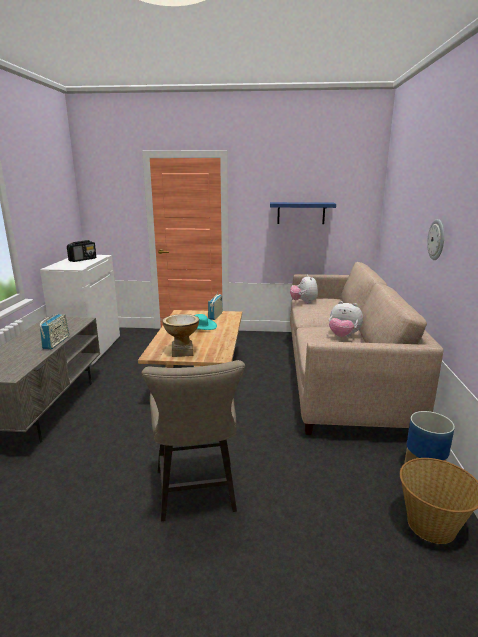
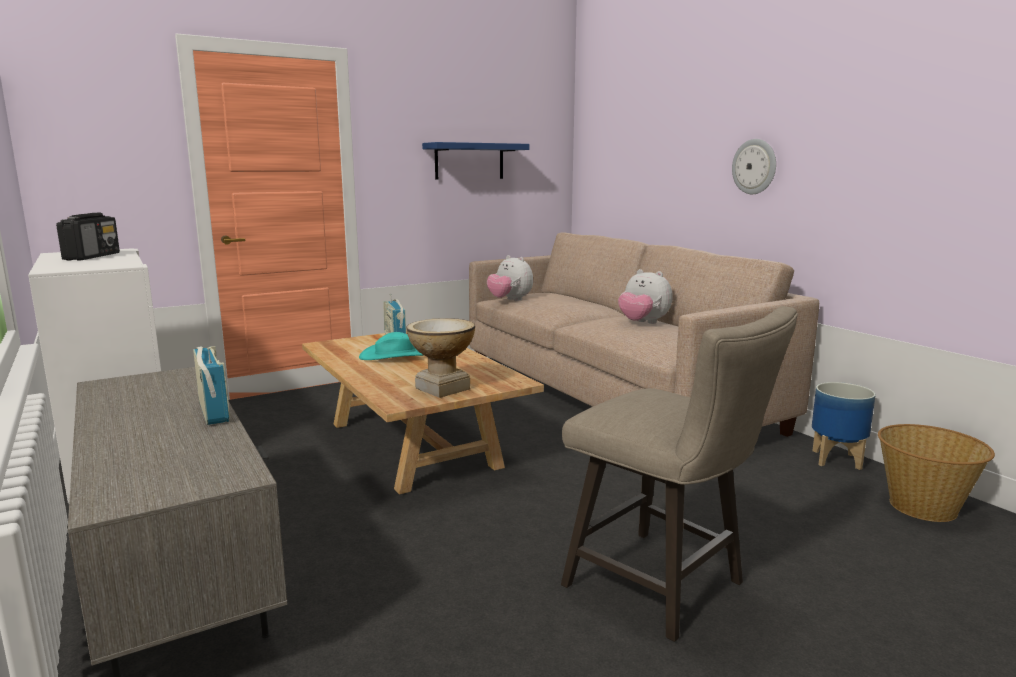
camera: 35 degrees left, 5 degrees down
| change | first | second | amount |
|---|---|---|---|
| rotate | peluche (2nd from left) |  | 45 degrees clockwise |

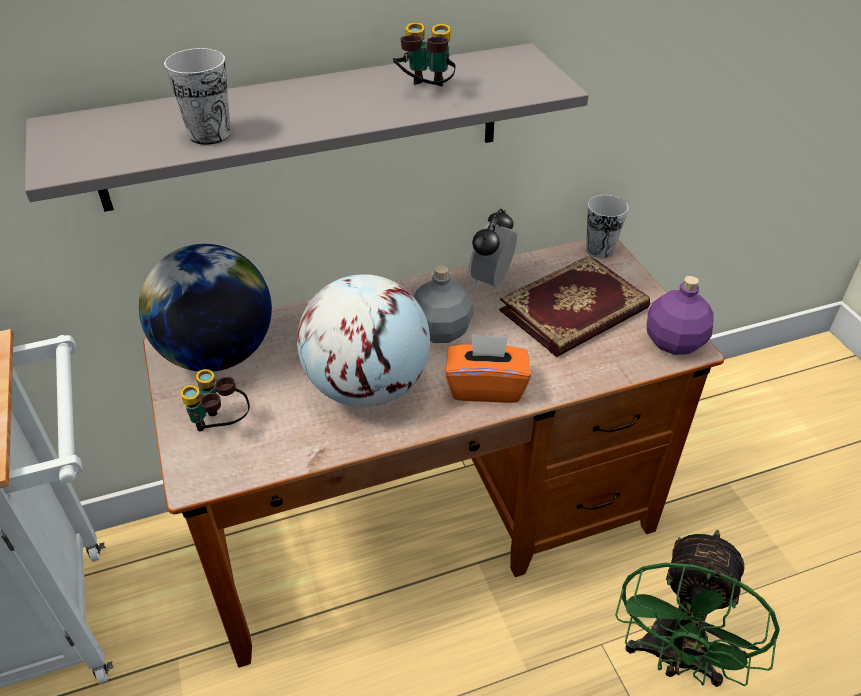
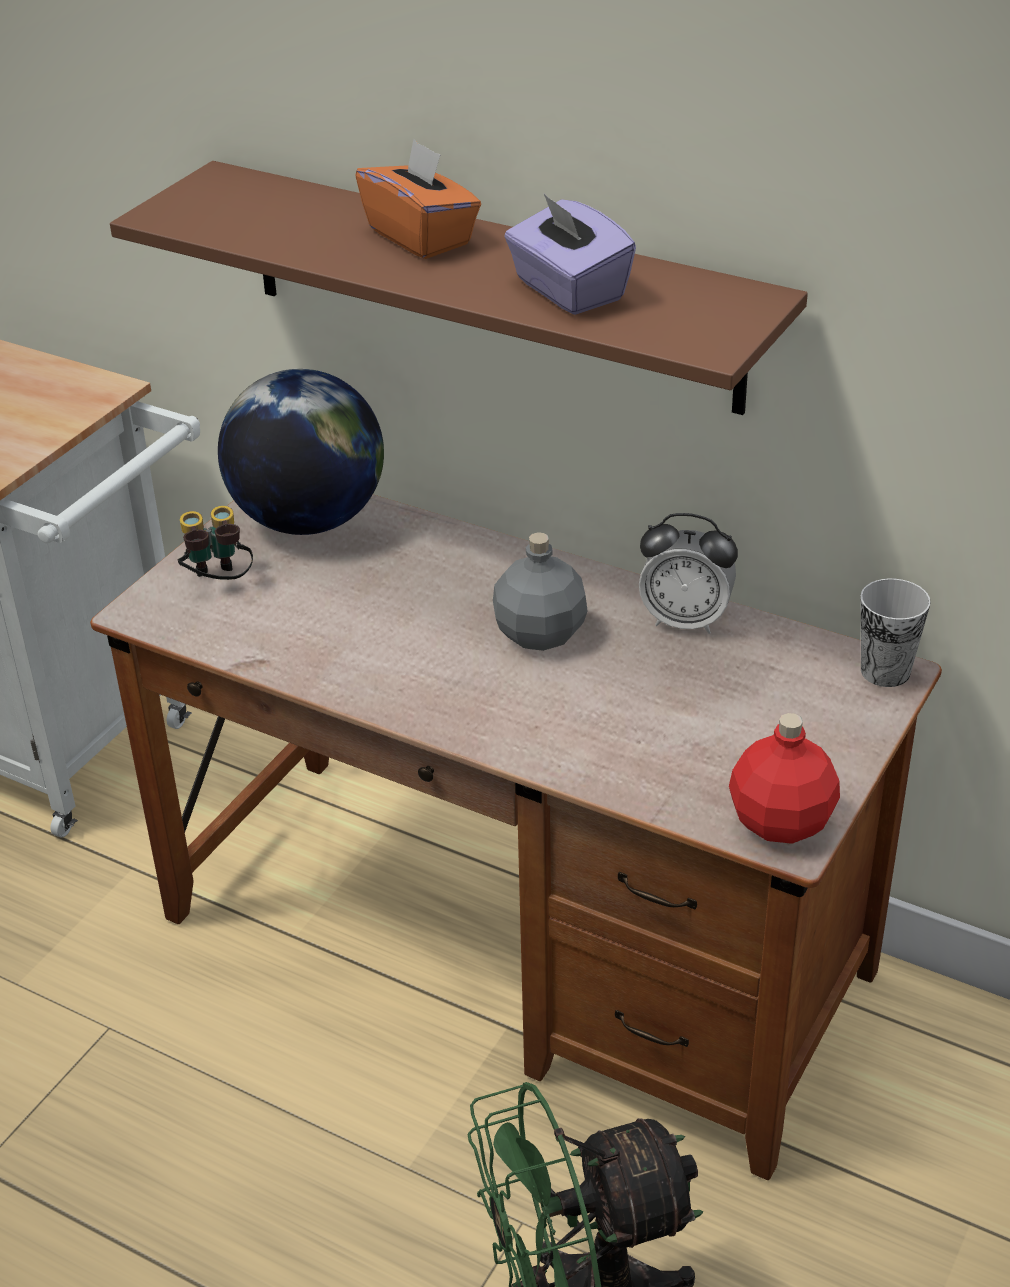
camera: 50 degrees right, 5 degrees down
| change | first | second | amount |
|---|---|---|---|
| replace | jumelles (2nd from left) | boîte à mouchoirs/violet |  |
| recolor | étagère/gris | étagère/marron |  |
| delete | tasse (1st from left) |  |  |
| rotate | réveil |  | 150 degrees counterclockwise |
| delete | livre |  |  |
| delete | globe (2nd from left) |  |  |
| recolor | bouteille/violet | bouteille/rouge |  |
| move | boîte à mouchoirs/orange |  |  |

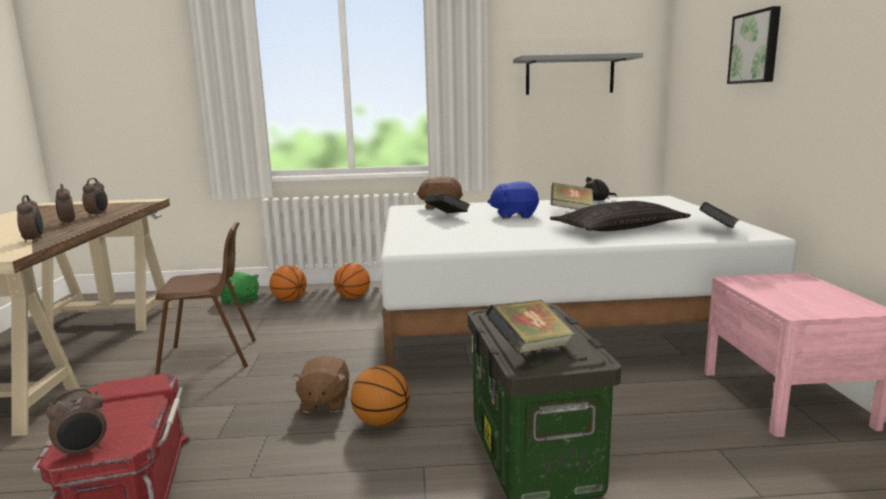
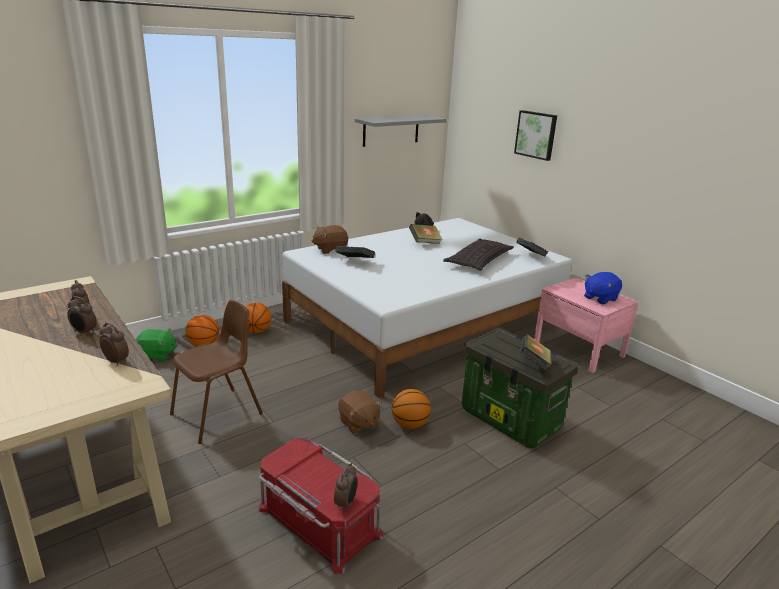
camera: 35 degrees left, 10 degrees up
| change | first | second | amount |
|---|---|---|---|
| move | peluche/bleu |  |  |

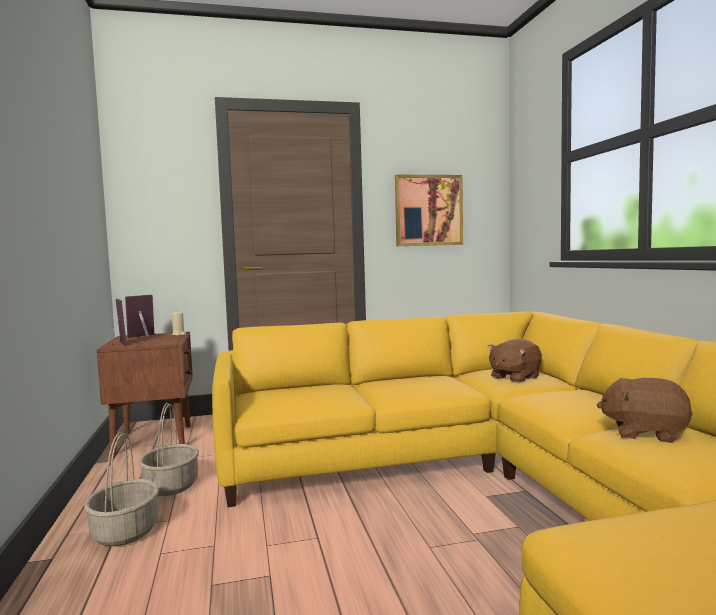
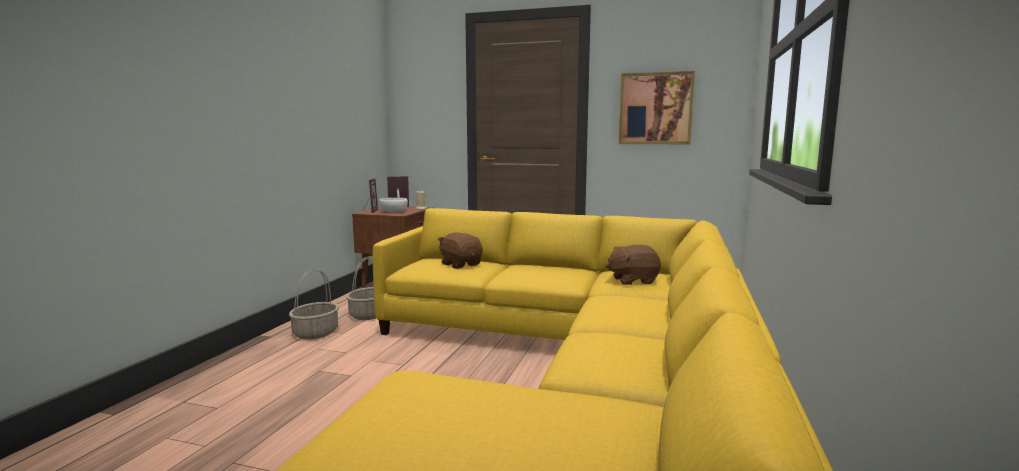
camera: 30 degrees right, 5 degrees up
| change | first | second | amount |
|---|---|---|---|
| move | peluche/marron (2nd from left in the first image) | peluche/marron (1st from left) |  |
| insert |  | bol/blanc |  |

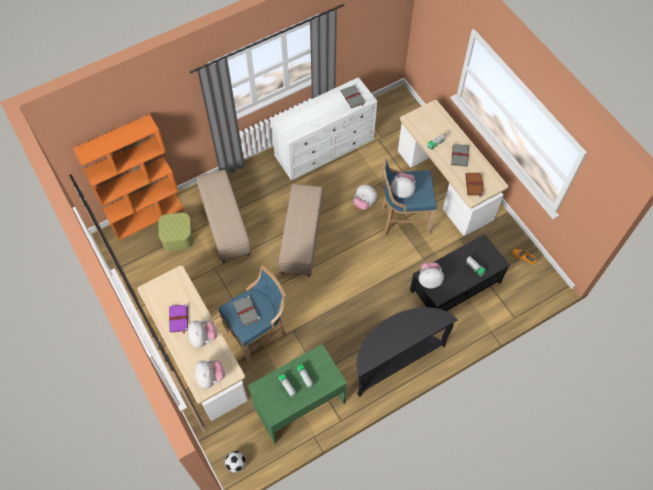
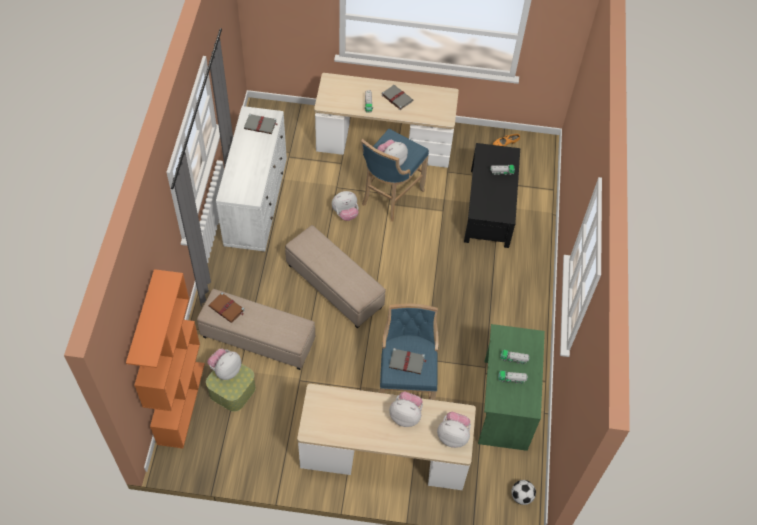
camera: 55 degrees left, 5 degrees down
| change | first | second | amount |
|---|---|---|---|
| move | livre/marron |  |  |
| move | peluche (5th from left in the first image) | peluche (1st from left) |  |
| delete | livre/violet |  |  |
| delete | table console/noir |  |  |

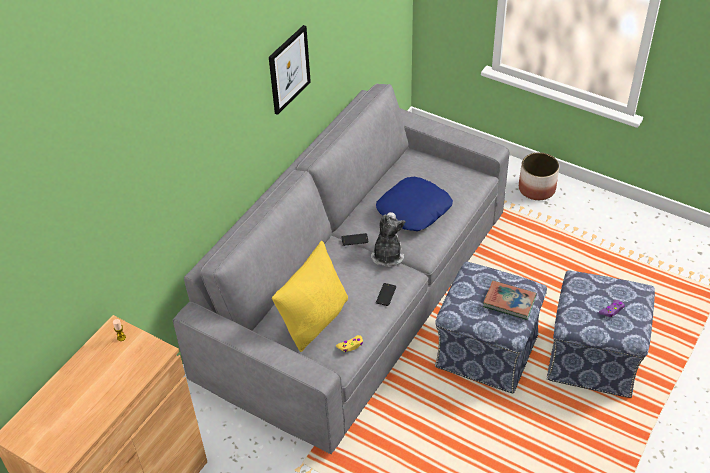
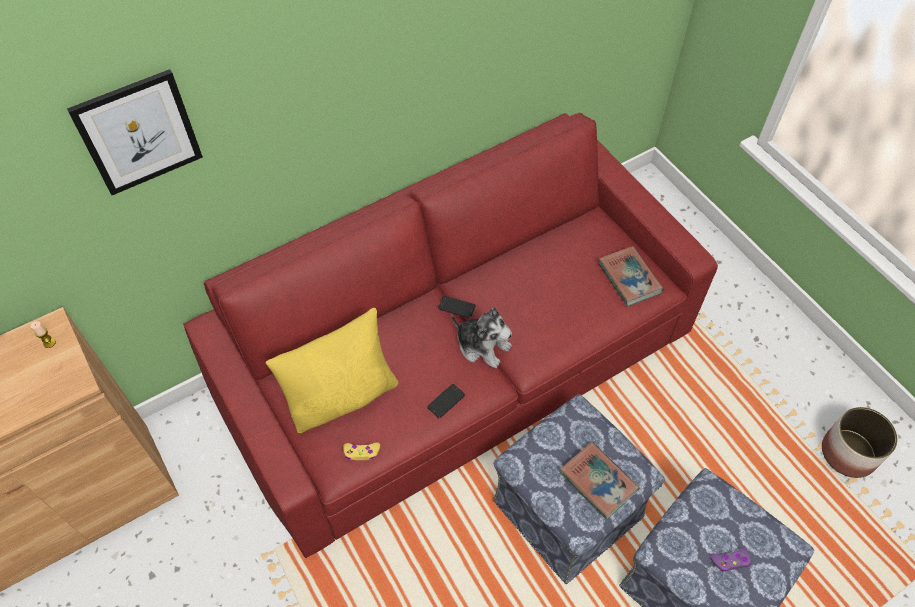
camera: 25 degrees right, 10 degrees up
| change | first | second | amount |
|---|---|---|---|
| move | tableau |  |  |
| recolor | canapé/gris | canapé/rouge |  |
| move | cache-pot |  |  |
| delete | coussin/bleu |  |  |
| rotate | peluche |  | 90 degrees clockwise |
| insert |  | livre (2nd from left) |  |

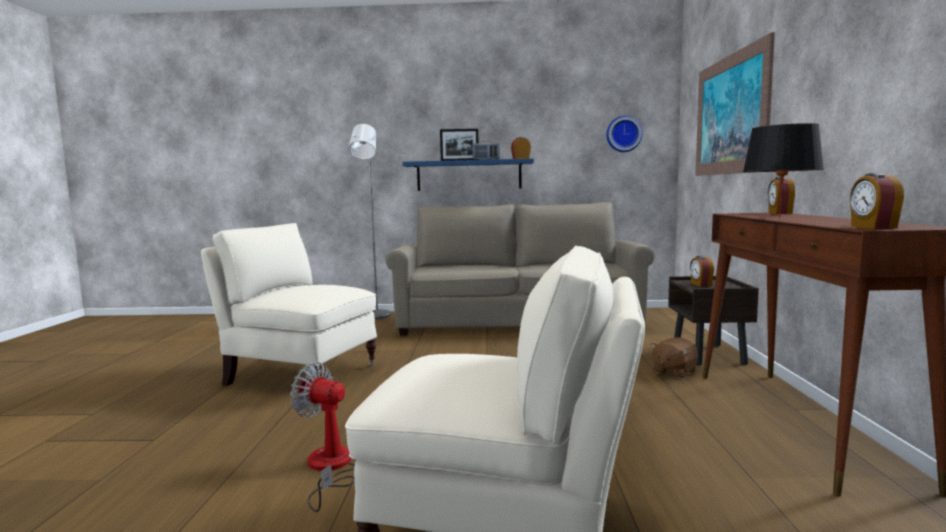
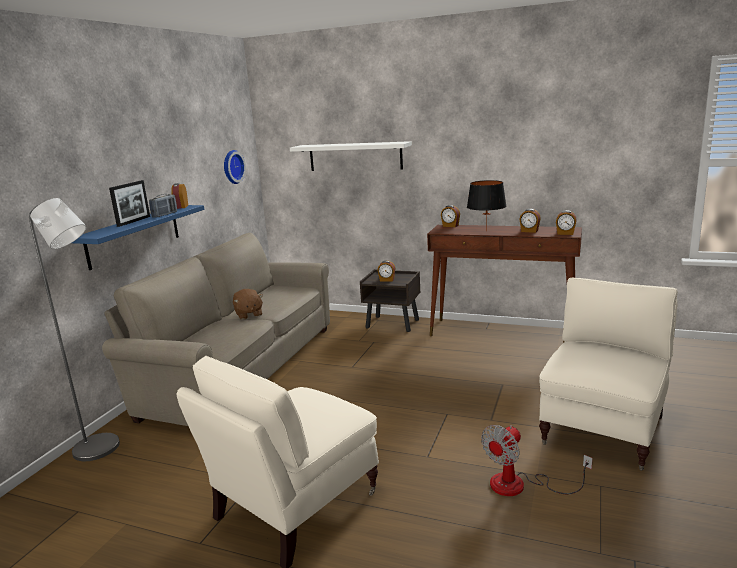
camera: 70 degrees left, 10 degrees up
| change | first | second | amount |
|---|---|---|---|
| replace | tableau | étagère/blanc |  |
| move | peluche/marron |  |  |
| insert |  | réveil (4th from left) |  |

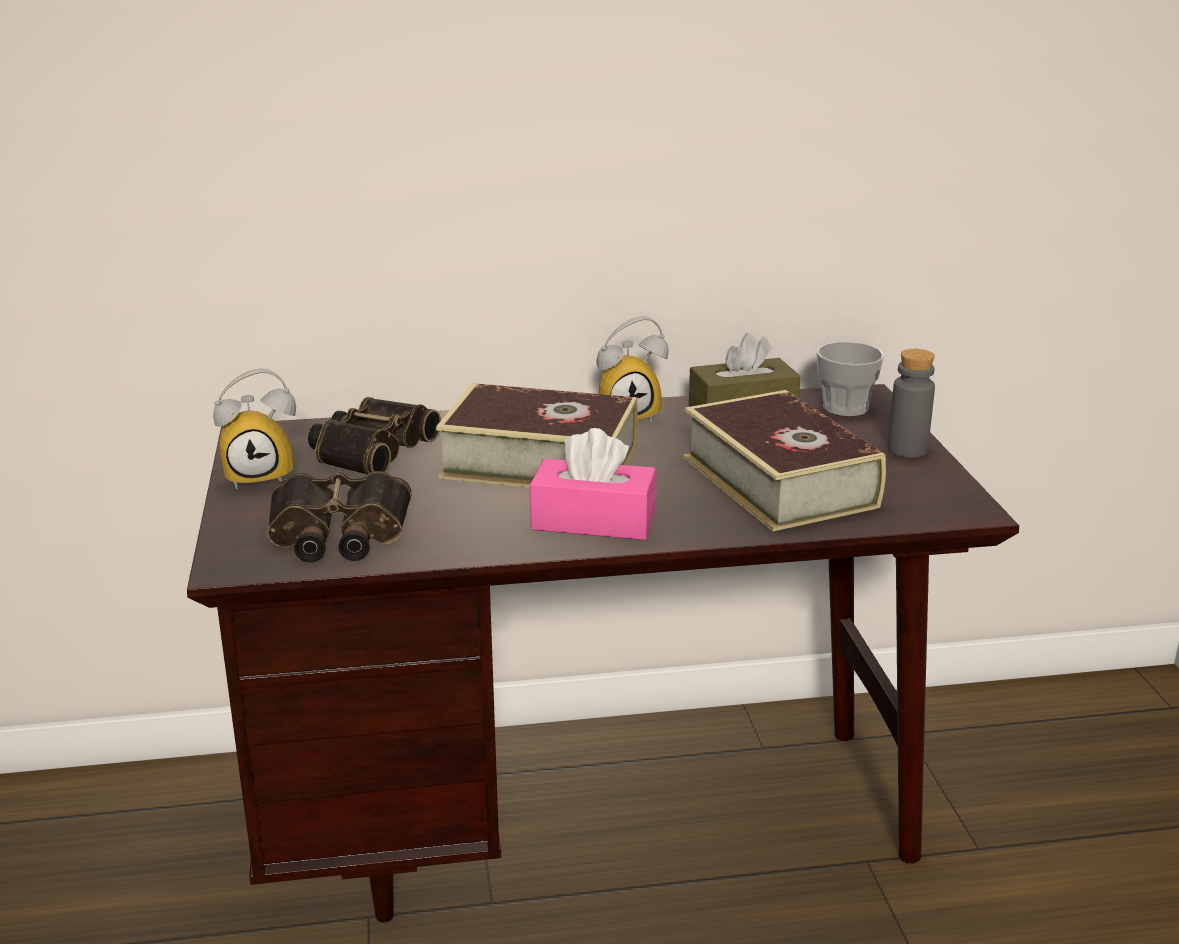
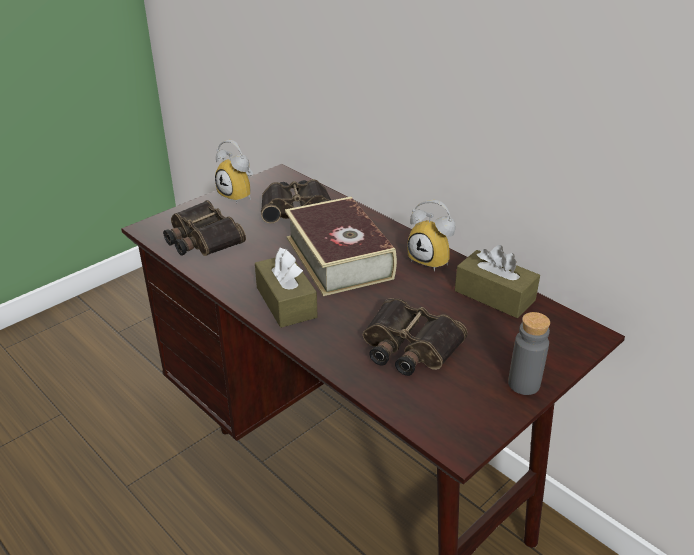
camera: 55 degrees right, 10 degrees up
| change | first | second | amount |
|---|---|---|---|
| delete | tasse |  |  |
| replace | livre (2nd from left) | jumelles (3rd from left) |  |
| recolor | boîte à mouchoirs/rose | boîte à mouchoirs/marron (1st from left) |  |

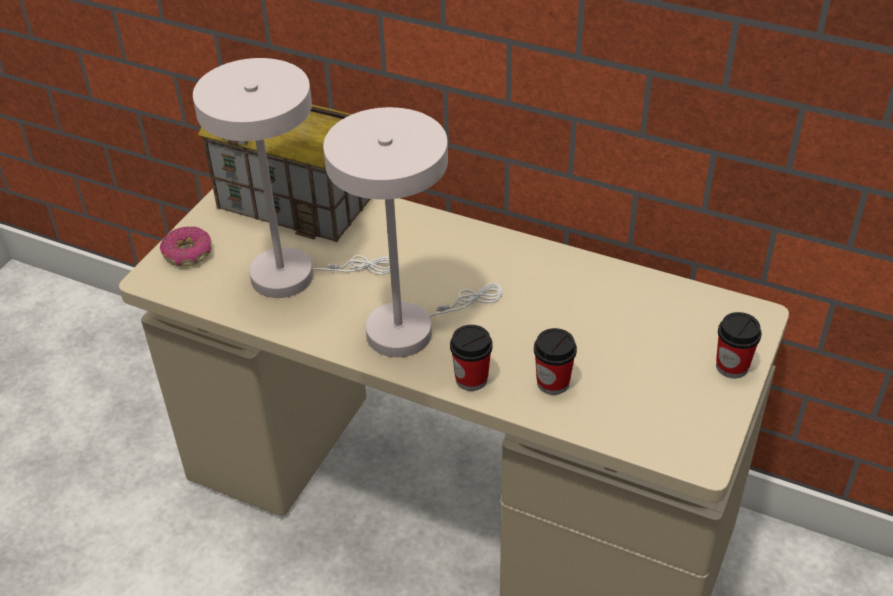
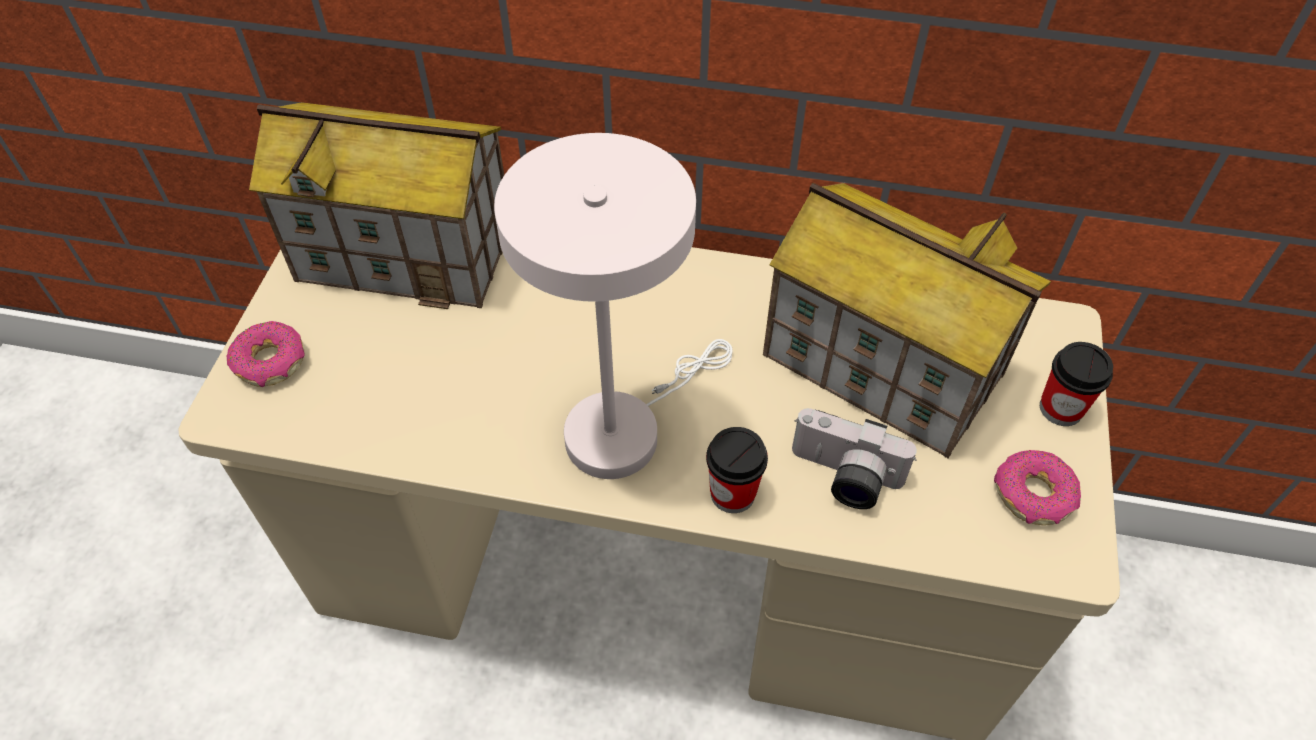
camera: 15 degrees left, 10 degrees up
| change | first | second | amount |
|---|---|---|---|
| delete | lampe de table/blanc (1st from left) |  |  |
| replace | tasse (2nd from left) | appareil photo |  |
| insert |  | maison miniature (2nd from left) |  |
| insert |  | beignet (2nd from left) |  |

